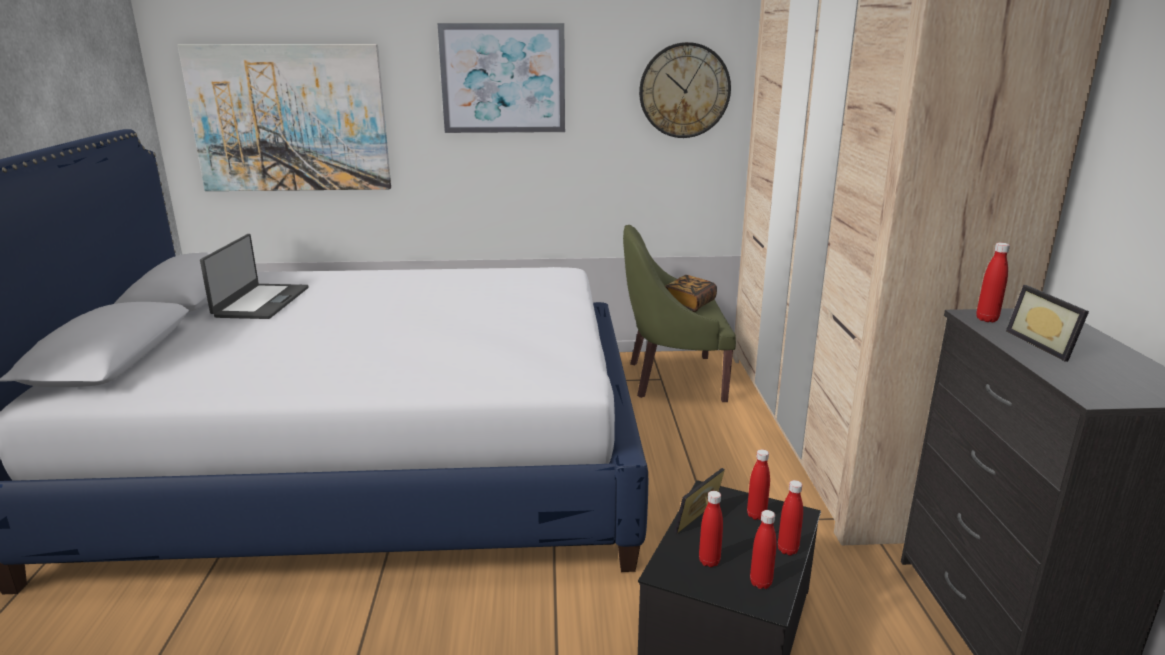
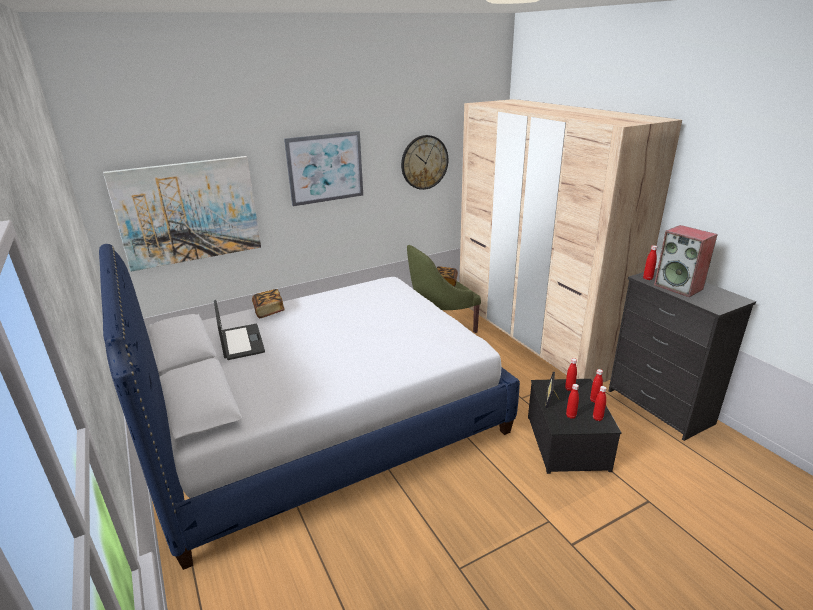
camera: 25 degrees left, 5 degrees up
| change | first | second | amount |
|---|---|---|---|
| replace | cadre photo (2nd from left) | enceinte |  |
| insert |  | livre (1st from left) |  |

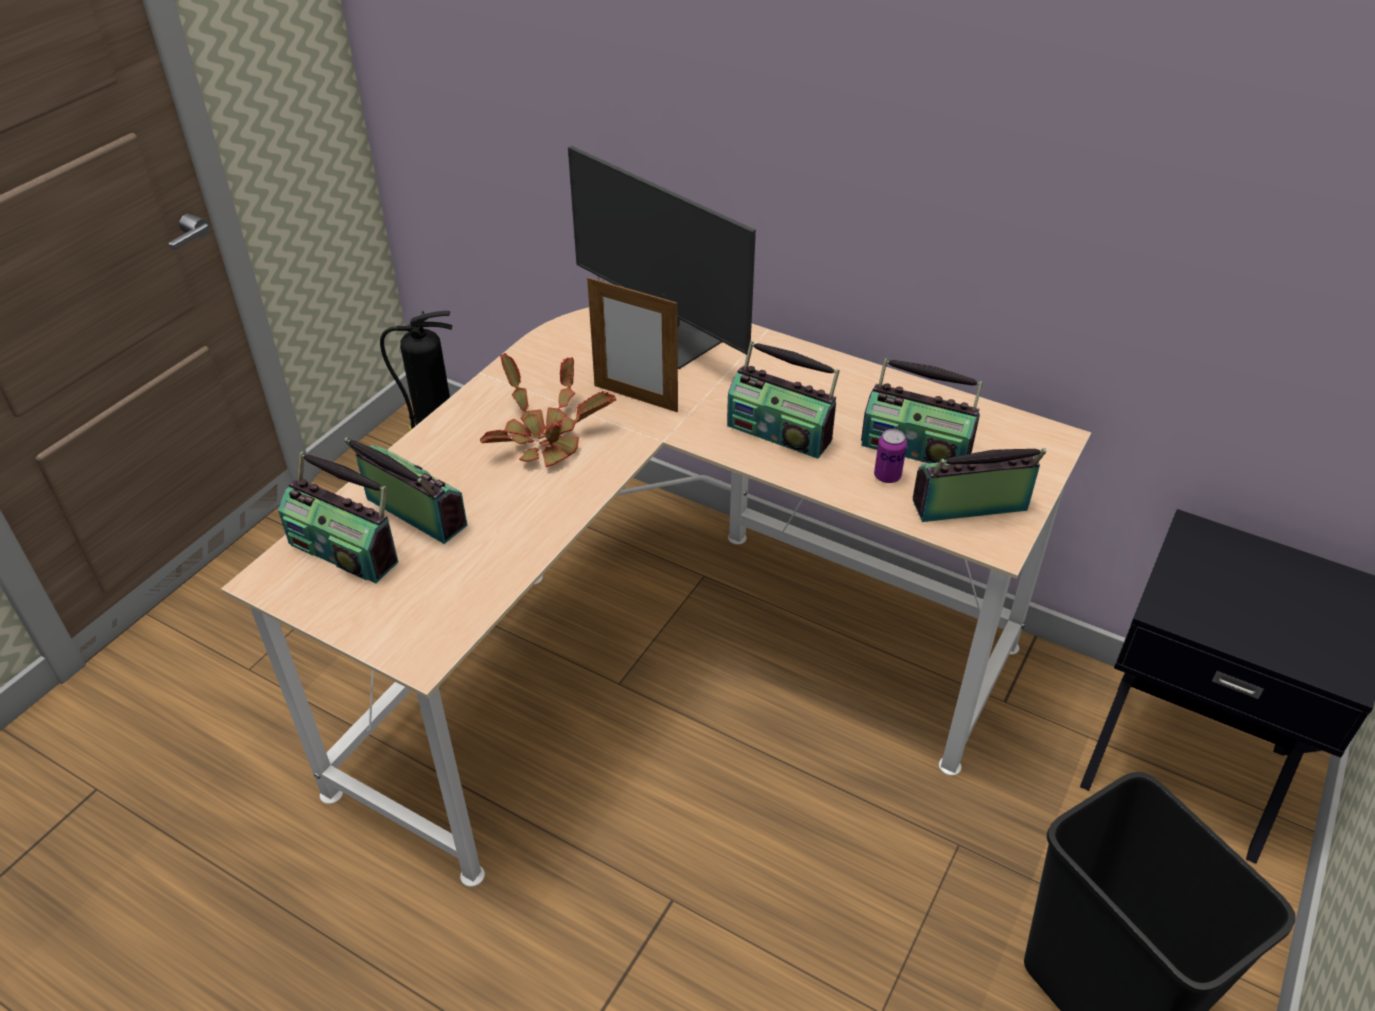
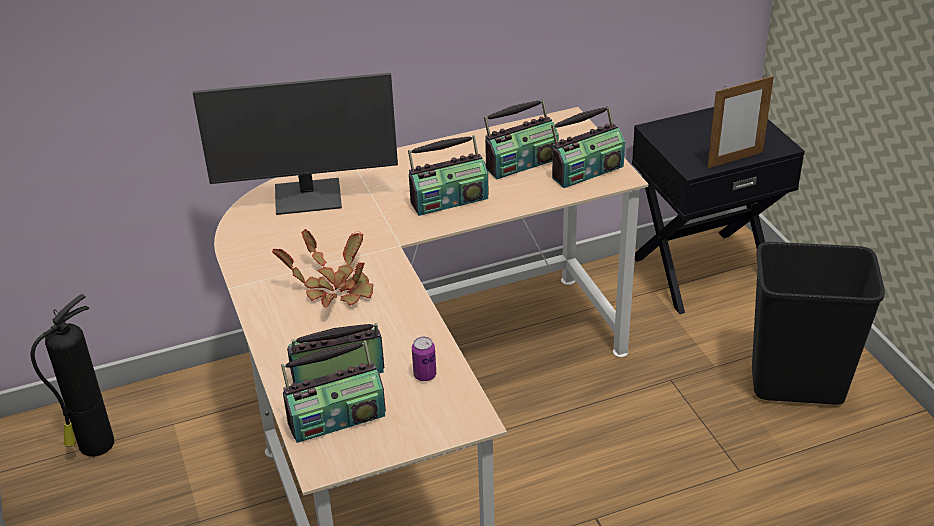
camera: 50 degrees left, 5 degrees down
| change | first | second | amount |
|---|---|---|---|
| move | cadre photo |  |  |
| move | boîte métallique |  |  |
| rotate | radio (5th from left) |  | 150 degrees counterclockwise |

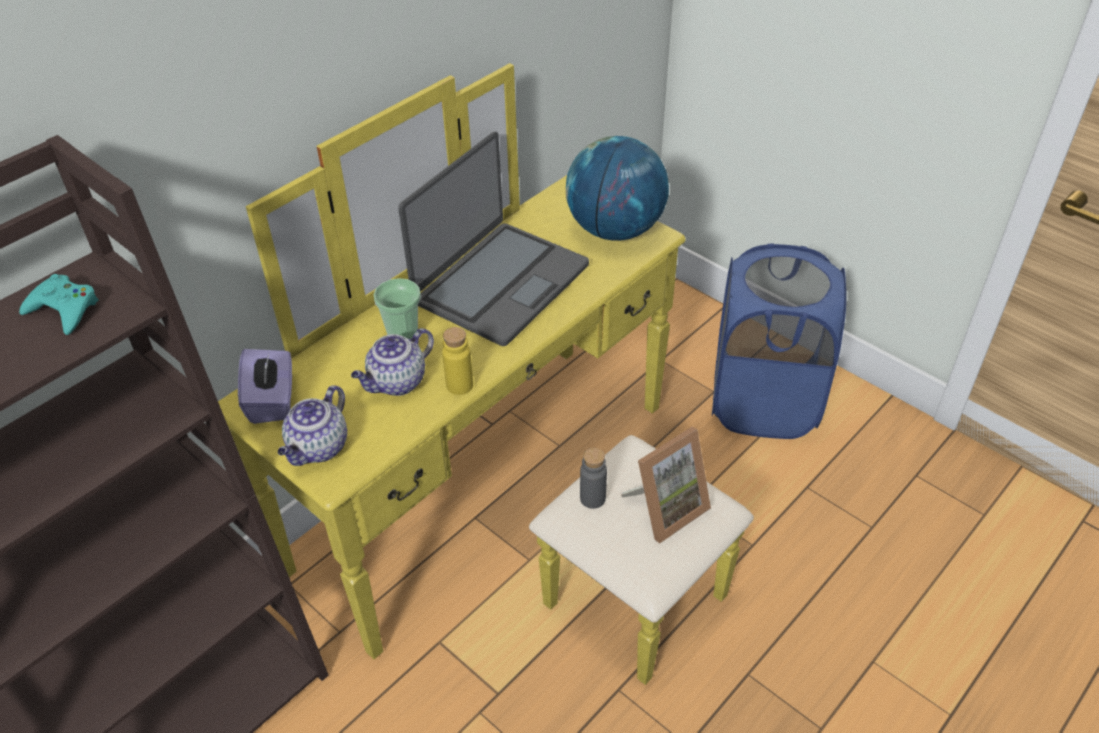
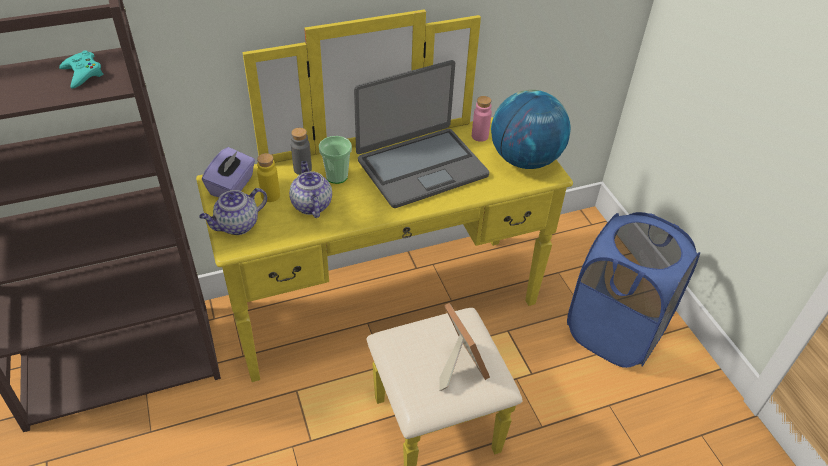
camera: 25 degrees right, 0 degrees up
| change | first | second | amount |
|---|---|---|---|
| move | bouteille/jaune |  |  |
| rotate | théière (2nd from left) |  | 90 degrees clockwise |
| rotate | cadre photo |  | 105 degrees counterclockwise |
| move | bouteille/gris |  |  |
| insert |  | bouteille/rose |  |

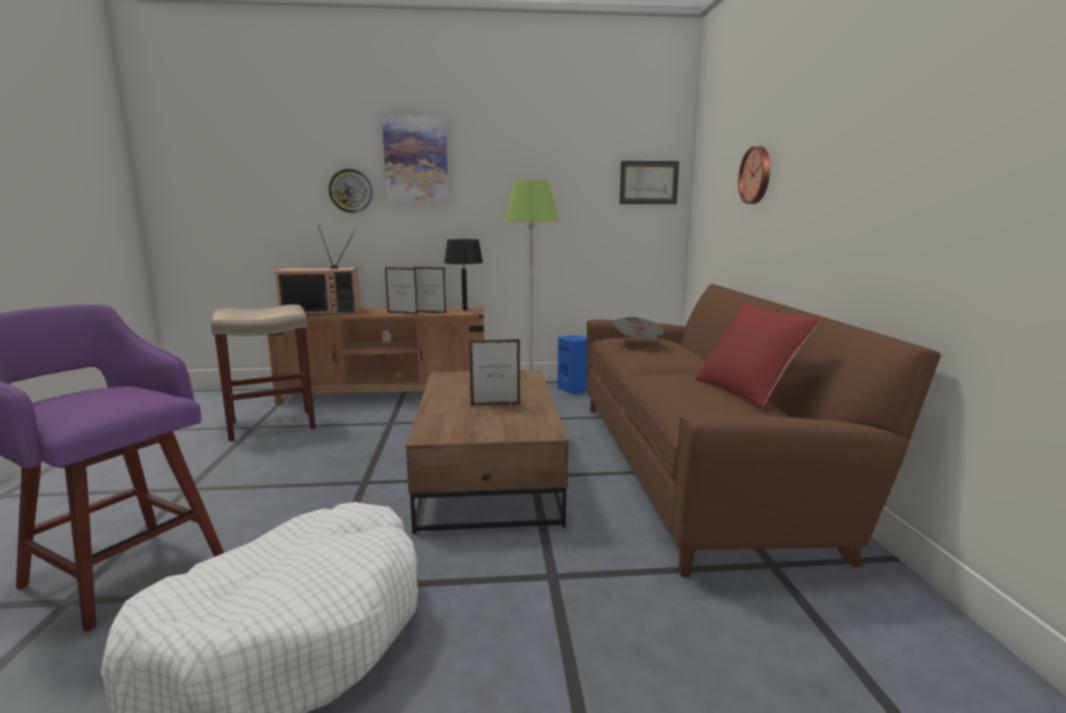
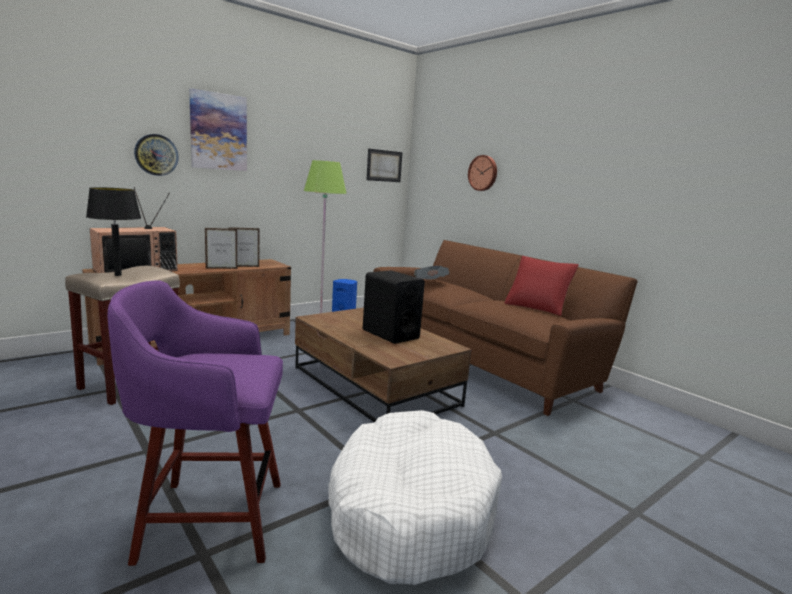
camera: 35 degrees left, 0 degrees up
| change | first | second | amount |
|---|---|---|---|
| move | lampe de table/noir |  |  |
| replace | cadre photo (3rd from left) | enceinte/noir |  |

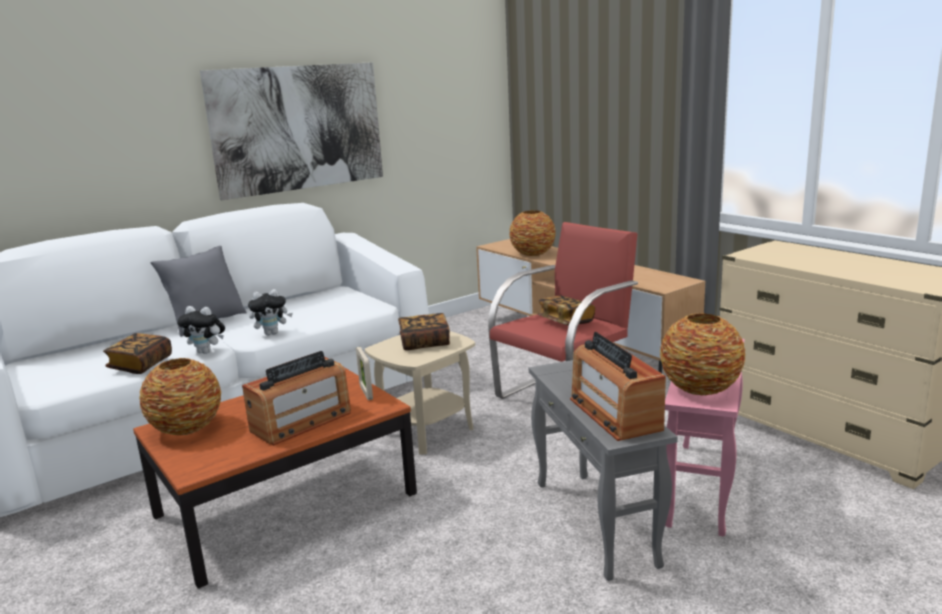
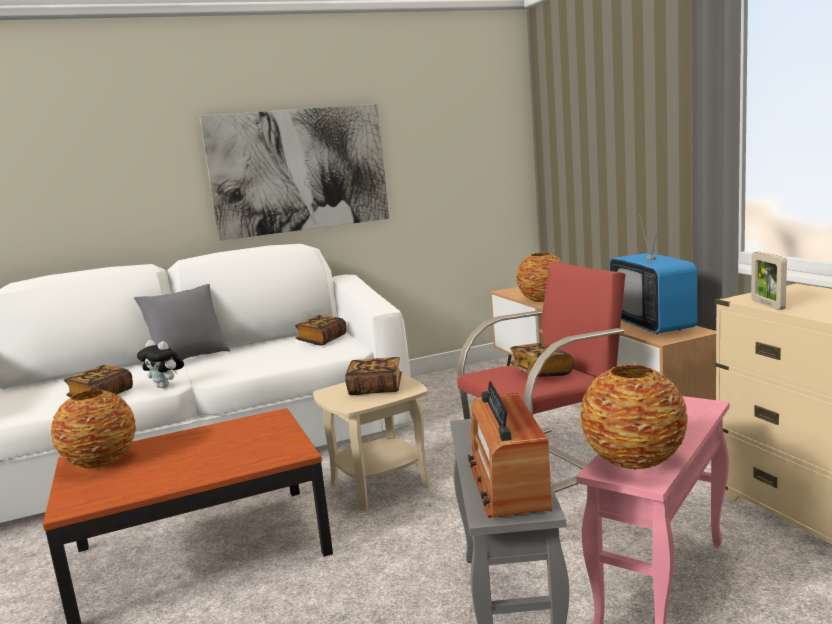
camera: 15 degrees right, 5 degrees down
| change | first | second | amount |
|---|---|---|---|
| delete | peluche (2nd from left) |  |  |
| move | cadre photo |  |  |
| delete | radio (1st from left) |  |  |
| insert |  | téléviseur |  |
| insert |  | livre (2nd from left) |  |

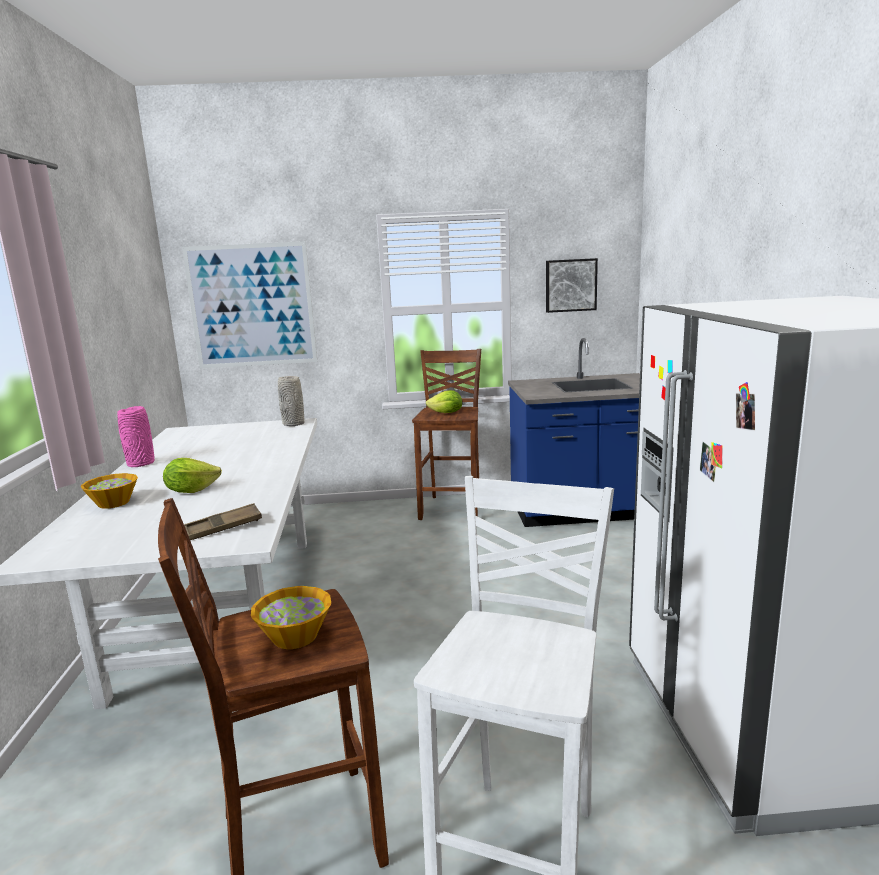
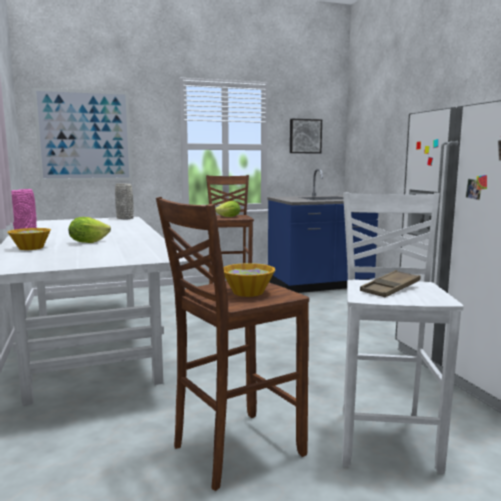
camera: 15 degrees left, 5 degrees down
| change | first | second | amount |
|---|---|---|---|
| move | plateau/marron |  |  |

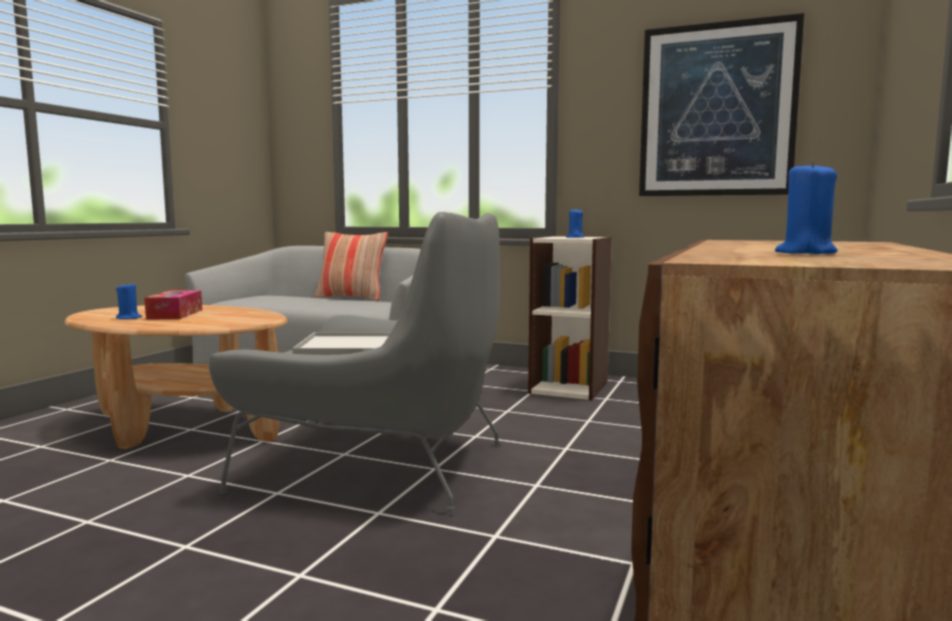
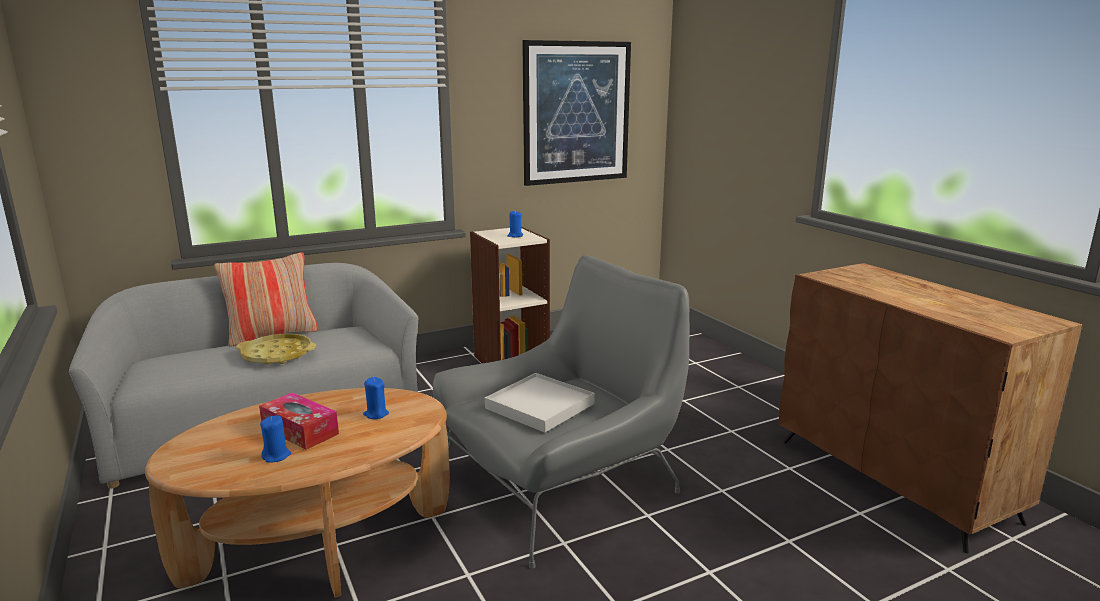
camera: 50 degrees left, 10 degrees up
| change | first | second | amount |
|---|---|---|---|
| move | bougie/bleu (3rd from left in the first image) | bougie/bleu (2nd from left) |  |
| insert |  | plateau/jaune |  |

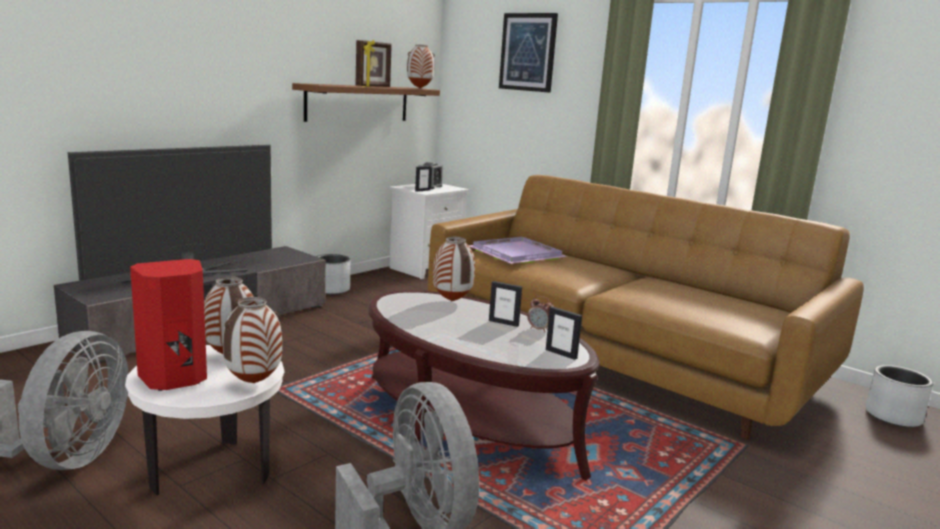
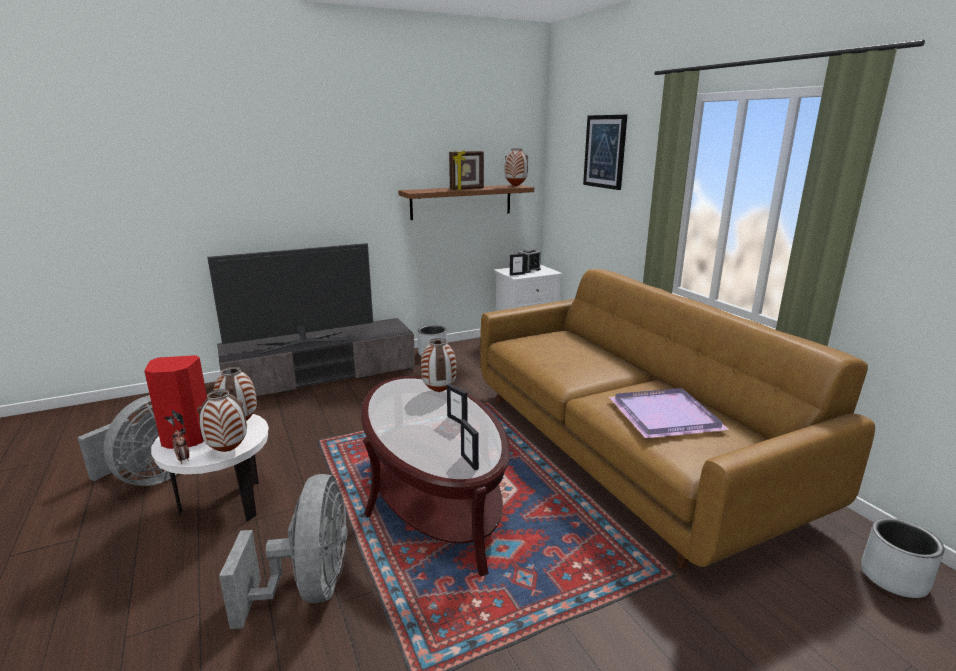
camera: 25 degrees right, 5 degrees up
| change | first | second | amount |
|---|---|---|---|
| move | plateau/violet |  |  |
| move | réveil (2nd from left in the first image) | réveil (1st from left) |  |

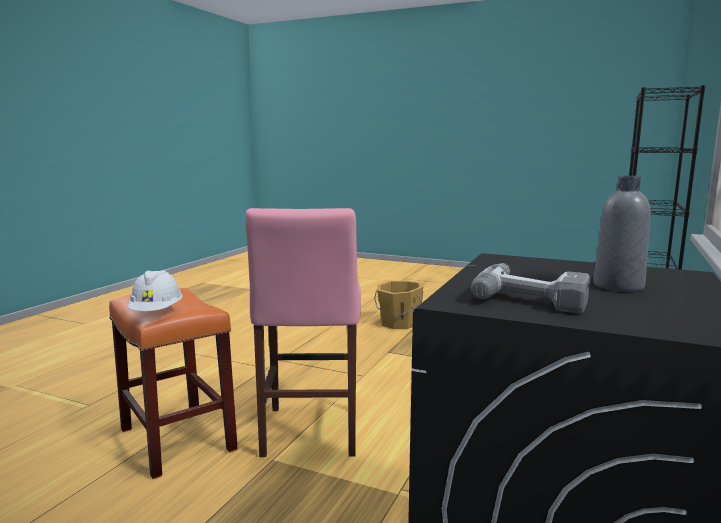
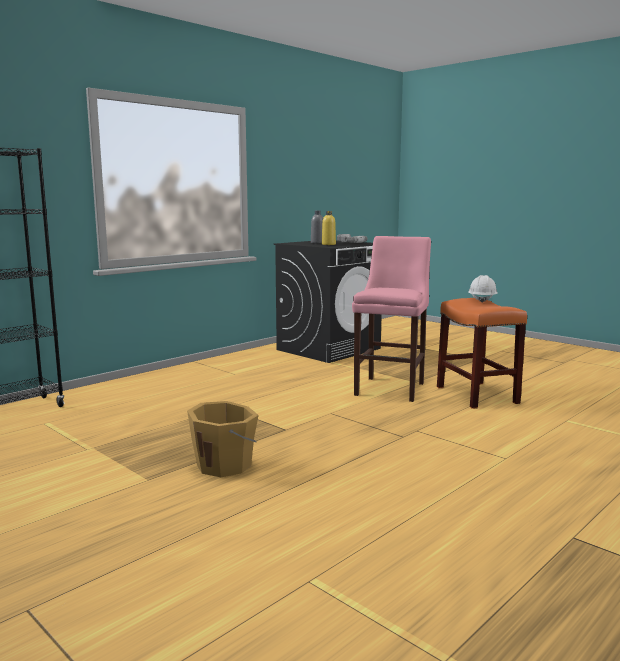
camera: 160 degrees left, 0 degrees up
| change | first | second | amount |
|---|---|---|---|
| insert |  | bouteille/jaune |  |

